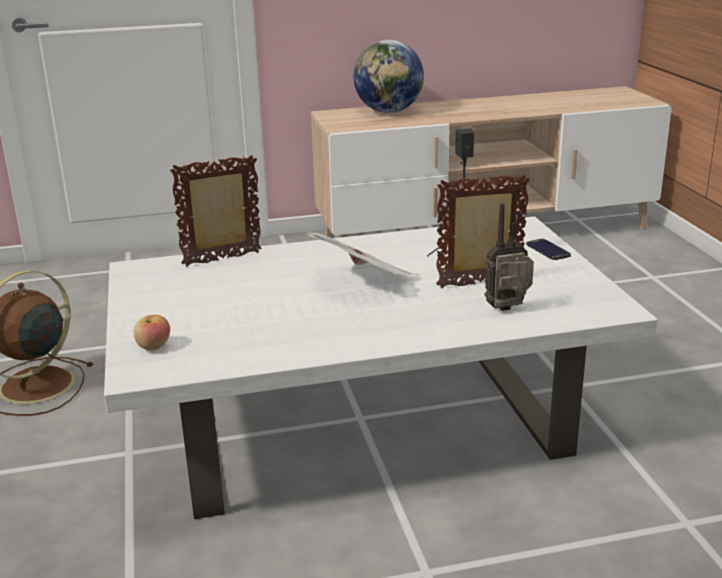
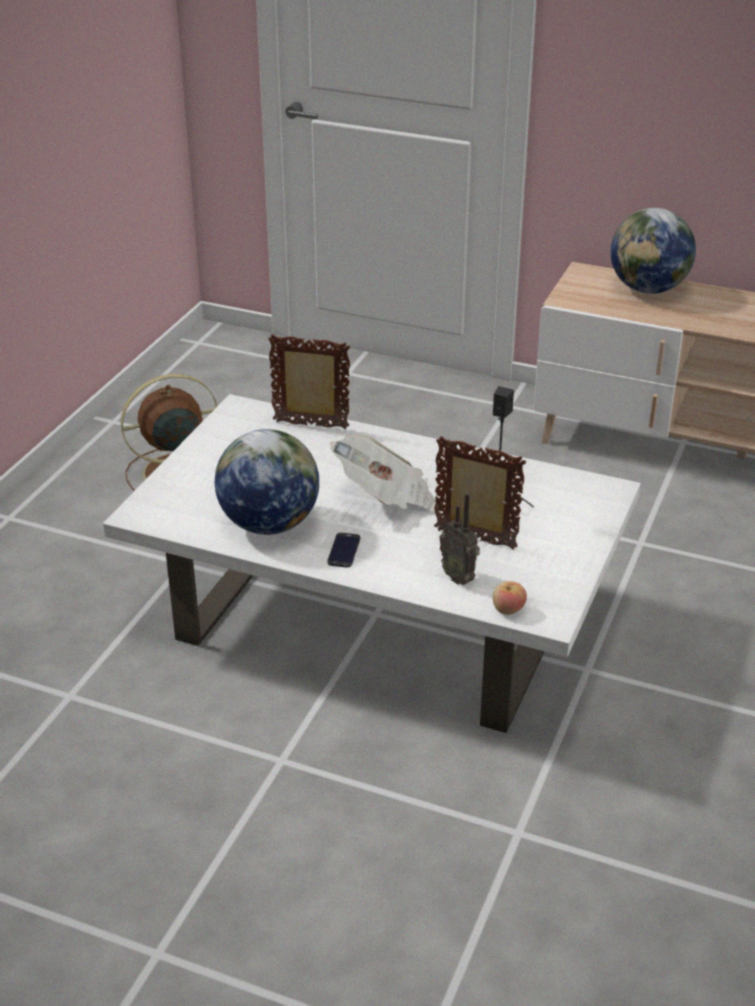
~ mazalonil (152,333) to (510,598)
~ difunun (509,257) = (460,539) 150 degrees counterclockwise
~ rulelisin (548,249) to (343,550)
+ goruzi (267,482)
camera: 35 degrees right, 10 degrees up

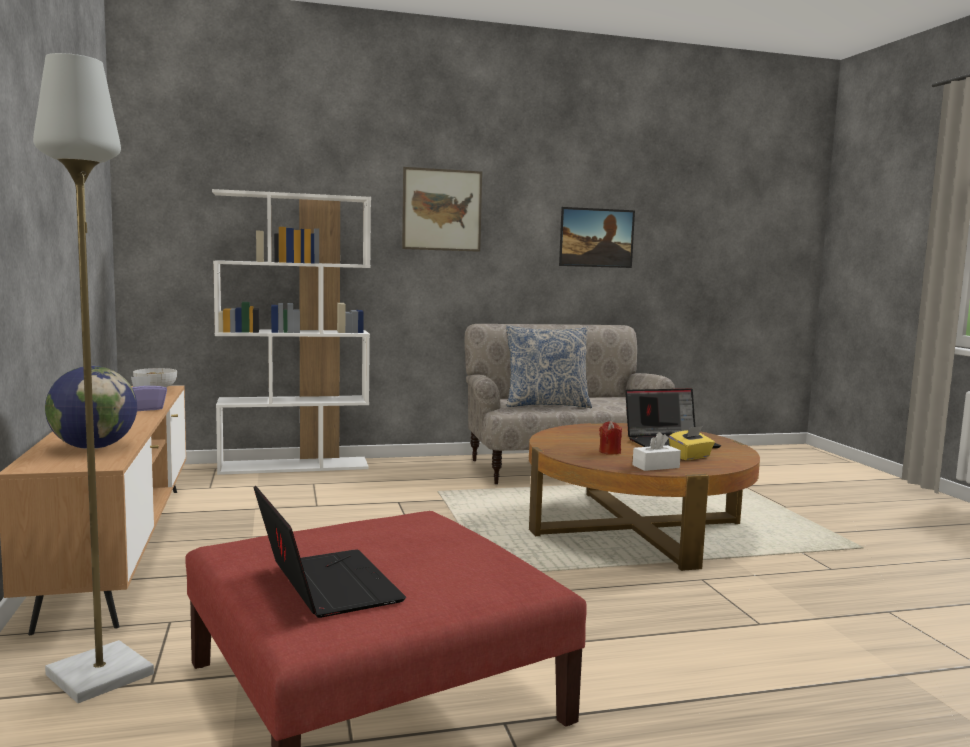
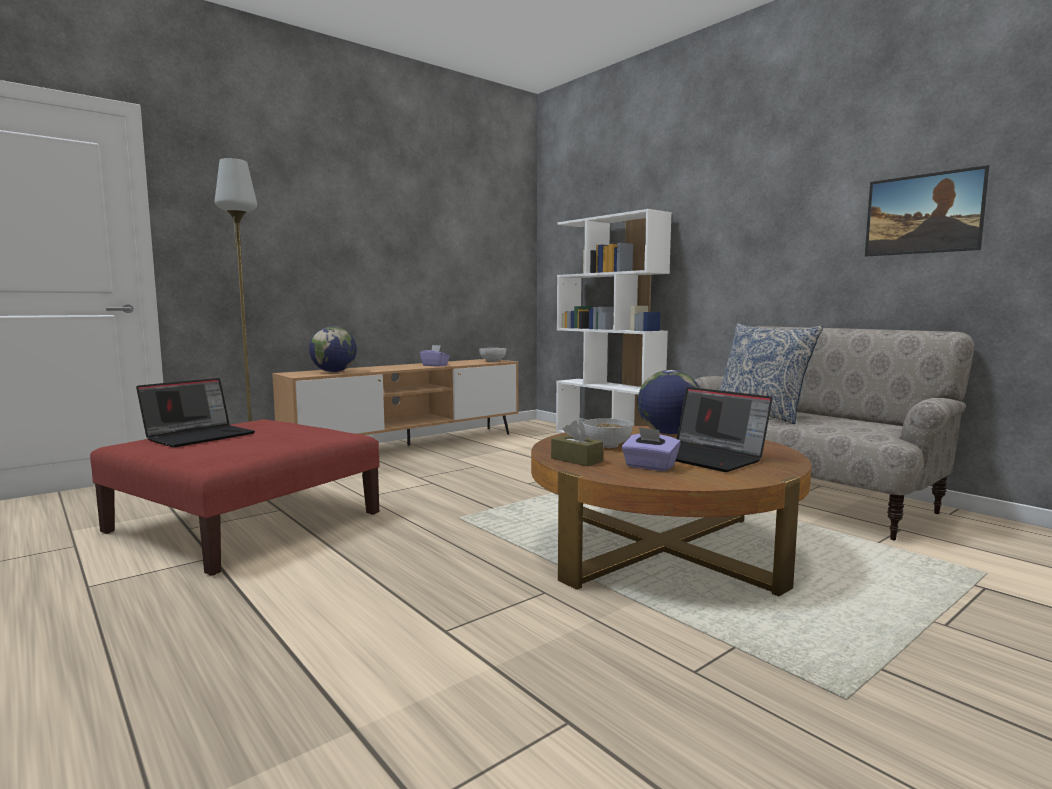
- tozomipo (442,209)
~ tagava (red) (610,438) to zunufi (608,433)
~ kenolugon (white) (657,451) to kenolugon (brown) (577,443)
~ kenolugon (yellow) (692,443) to kenolugon (purple) (651,449)
+ goruzi (668,402)
camera: 65 degrees right, 0 degrees up

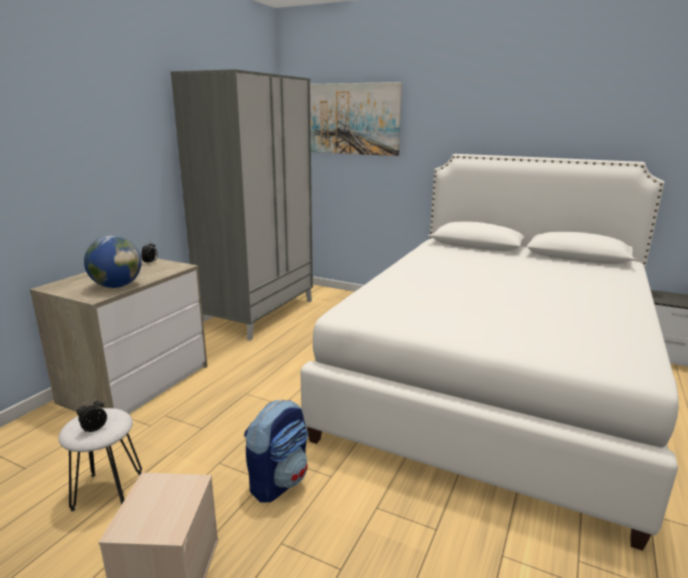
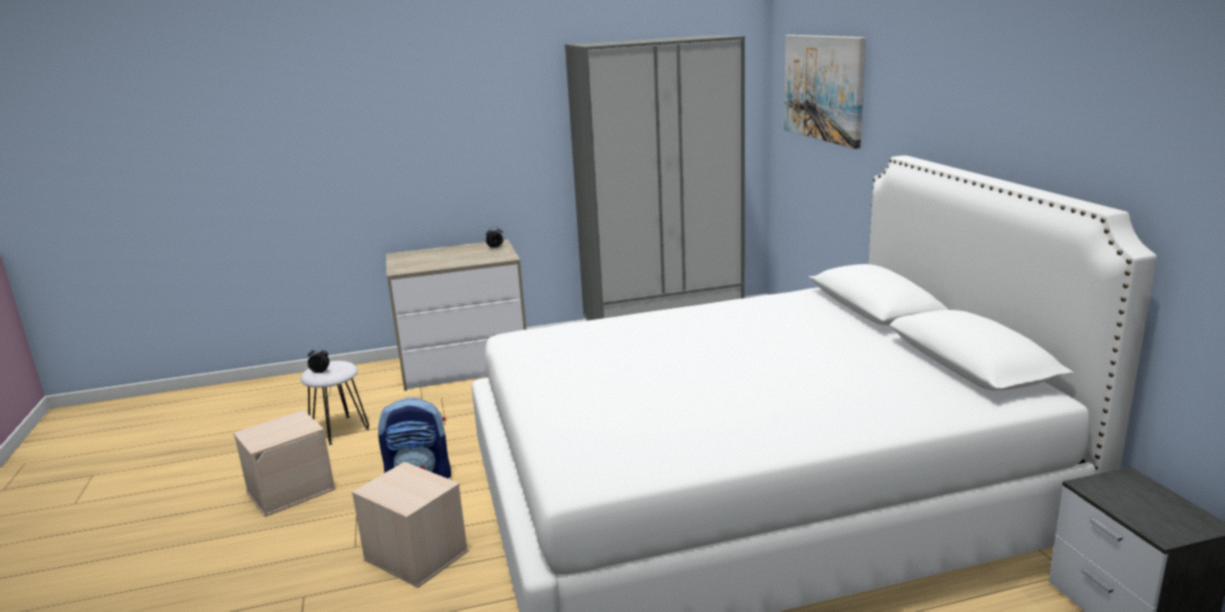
- goruzi (113,262)
+ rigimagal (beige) (410,525)
camera: 50 degrees right, 0 degrees up

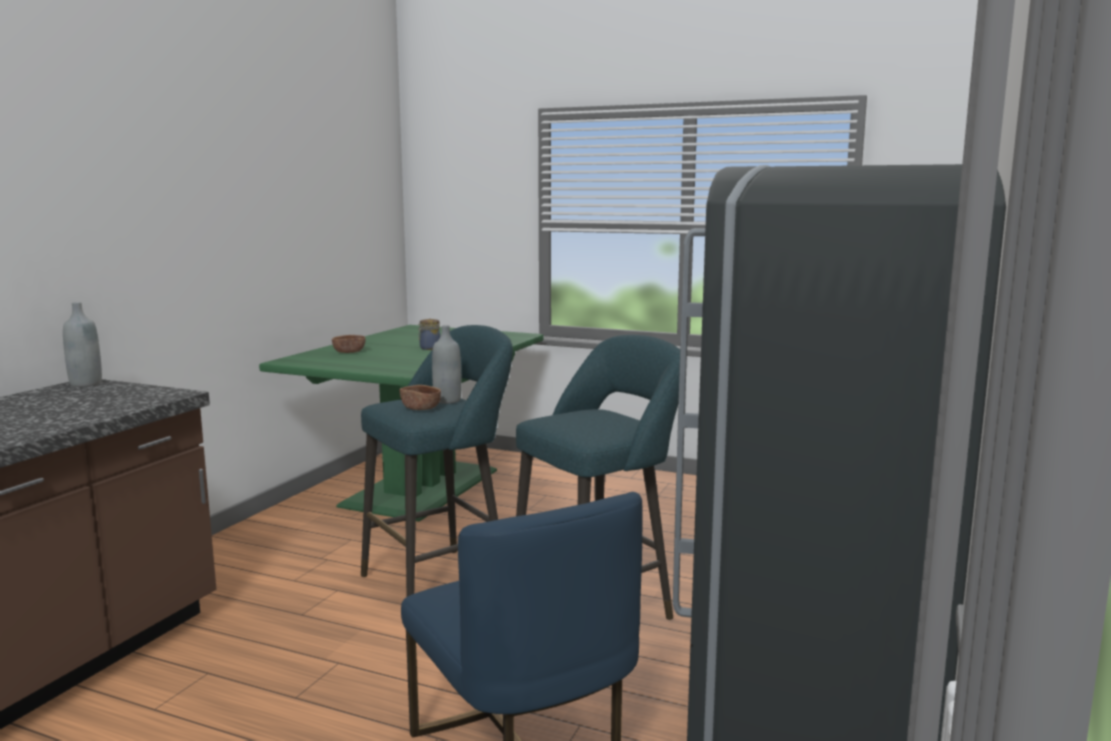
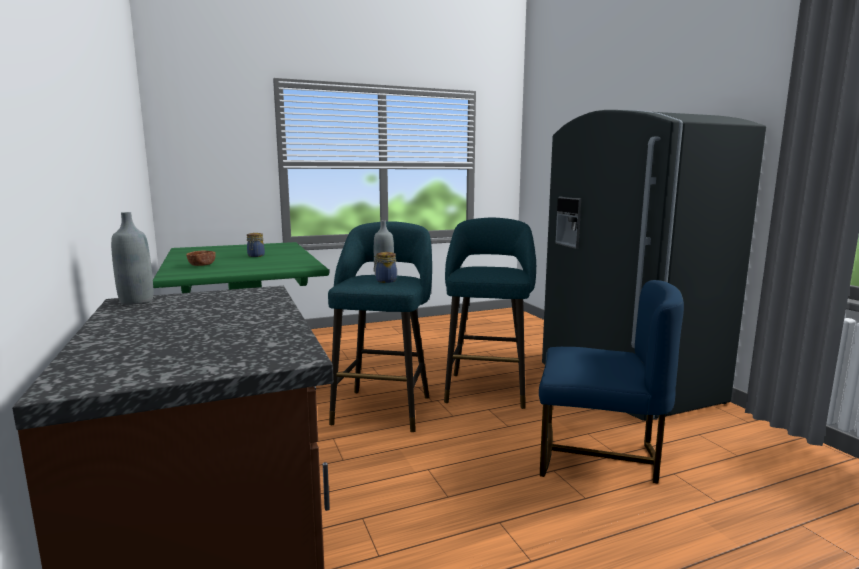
~ zunufi (brown) (420,397) to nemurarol (385,267)
camera: 45 degrees left, 0 degrees up

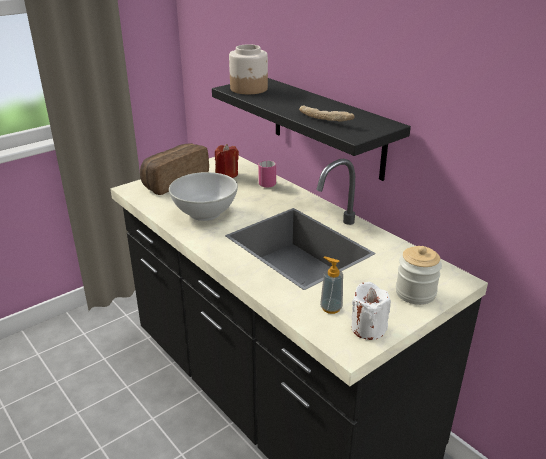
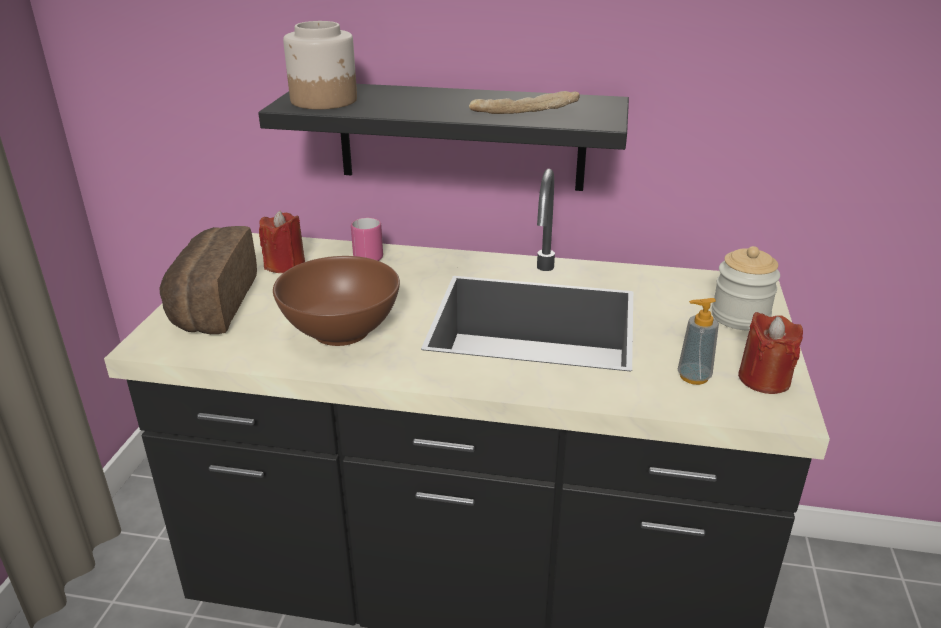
~ zunufi (white) (203,196) to zunufi (brown) (336,301)
~ tagava (white) (371,311) to tagava (red) (770,353)
camera: 40 degrees left, 0 degrees up

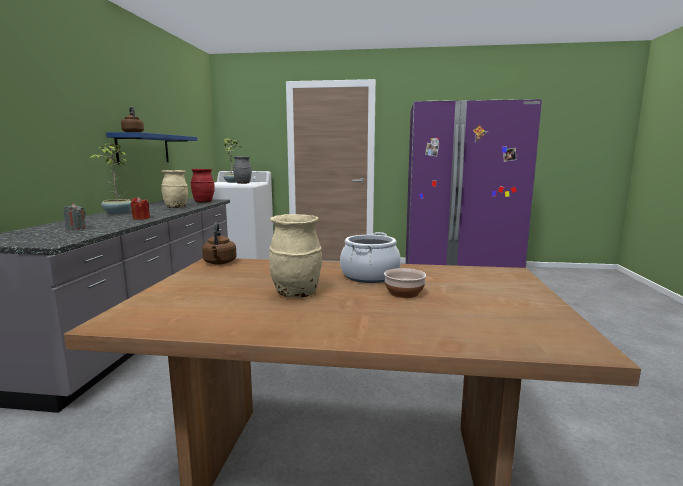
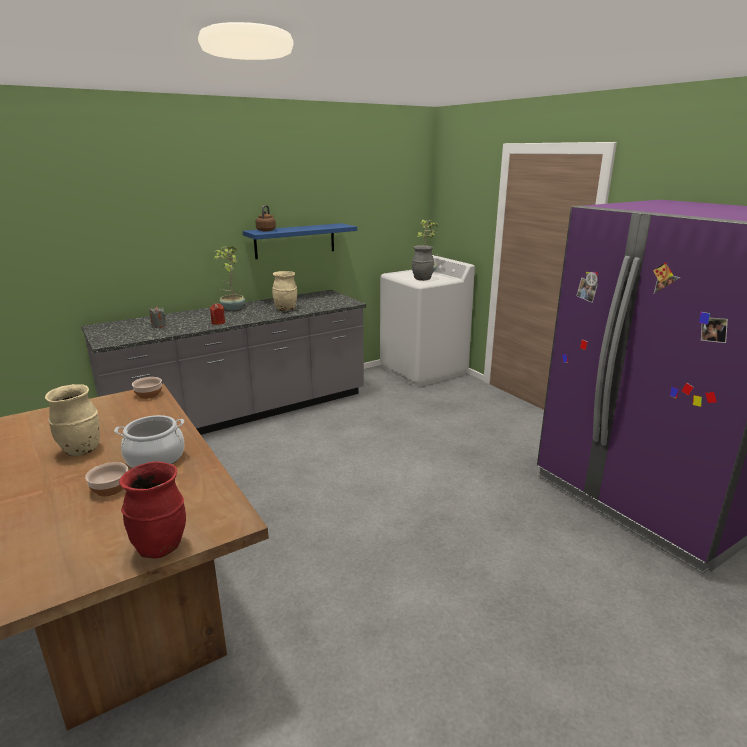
~ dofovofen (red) (202,186) to (152,510)
~ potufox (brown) (219,243) to zunufi (147,388)
camera: 50 degrees right, 10 degrees up

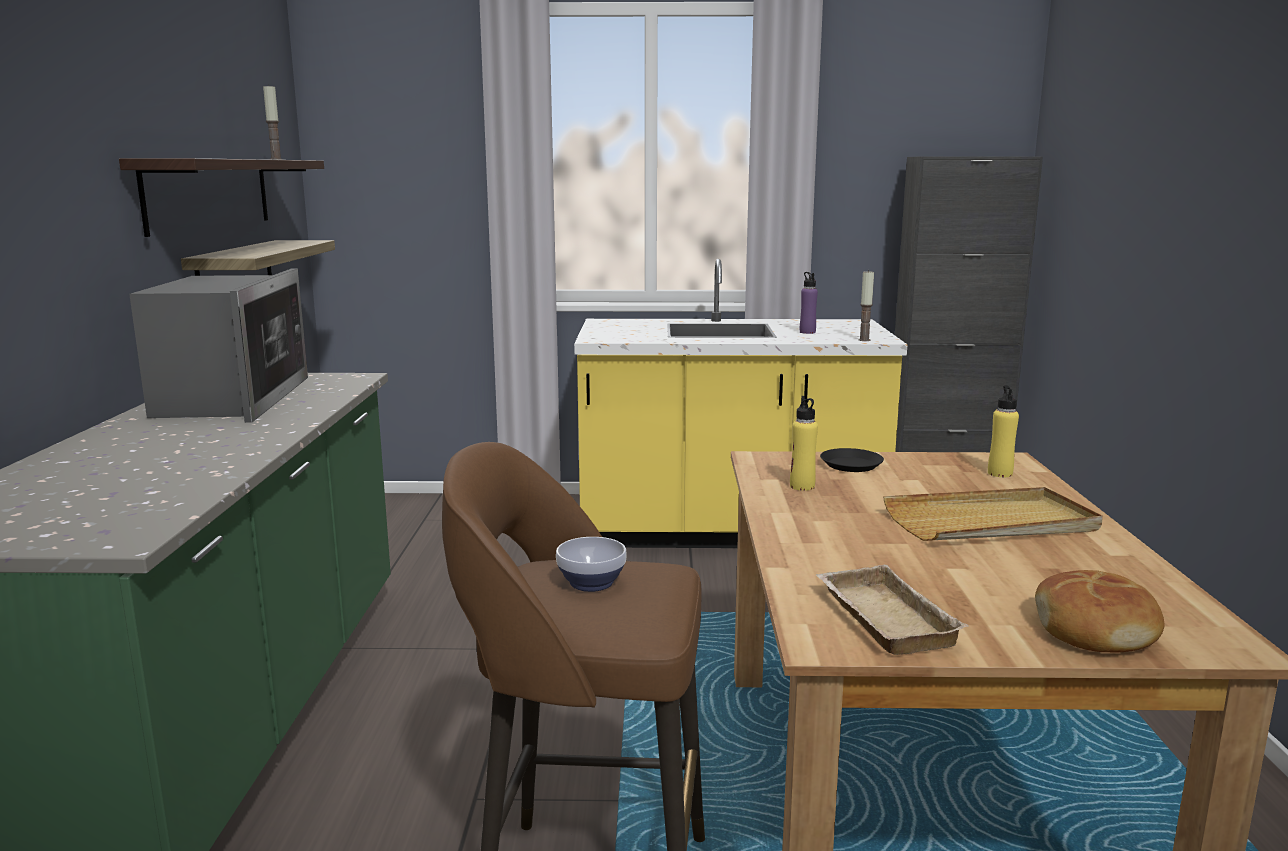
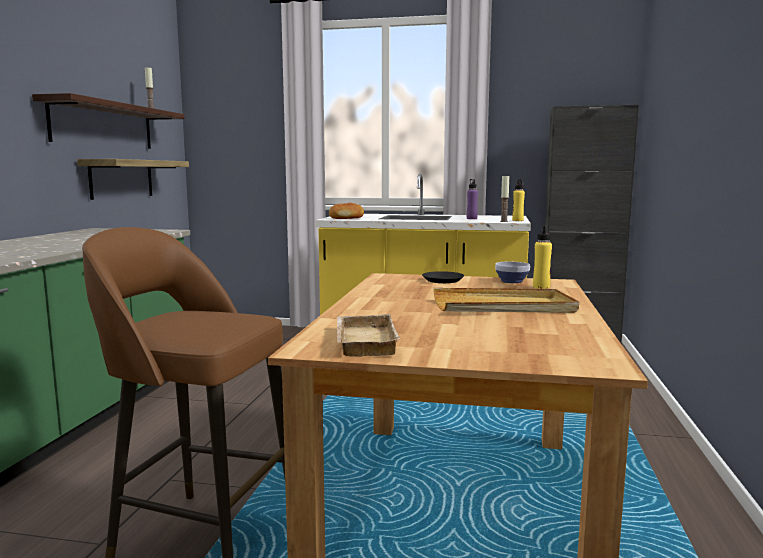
- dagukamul (218,345)
~ zunufi (591,564) to (512,272)
~ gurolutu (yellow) (804,443) to (518,200)
~ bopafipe (1099,611) to (346,211)
camera: 10 degrees right, 5 degrees down

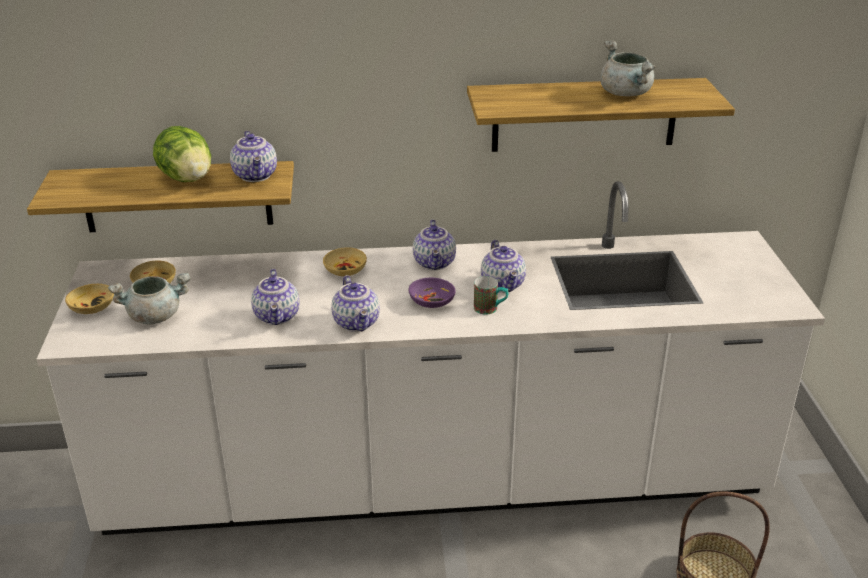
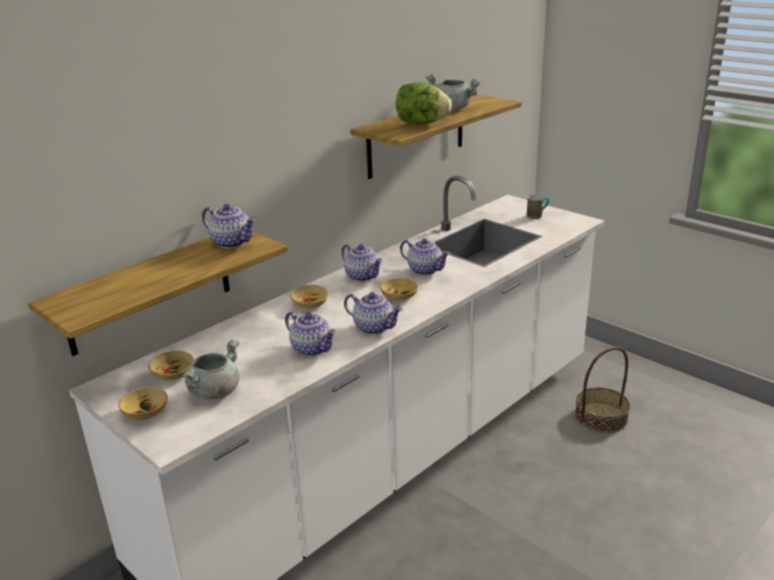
~ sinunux (182,154) to (424,103)
~ zunufi (purple) (432,293) to zunufi (beige) (399,289)
~ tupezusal (491,295) to (538,207)
camera: 40 degrees left, 5 degrees down

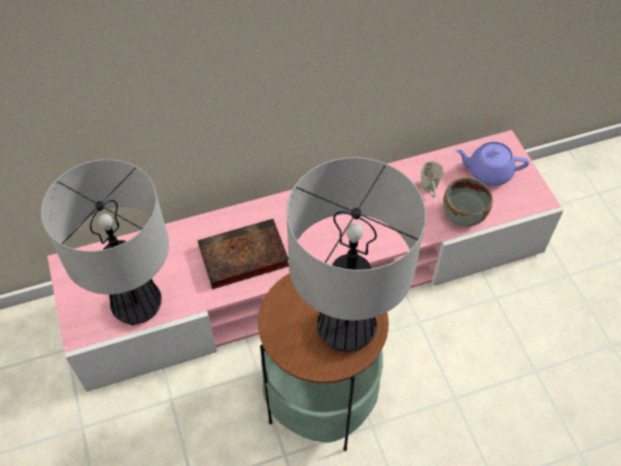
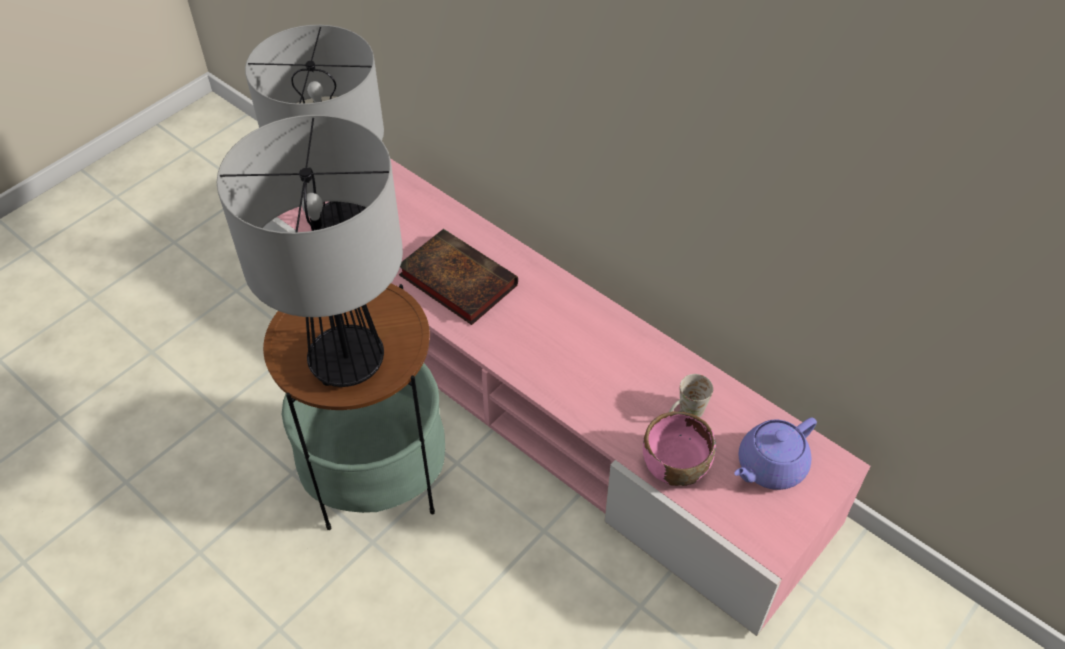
~ zunufi (grey) (468,202) to zunufi (pink) (679,449)
~ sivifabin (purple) (492,164) = (775,454) 105 degrees counterclockwise
camera: 60 degrees right, 5 degrees down

